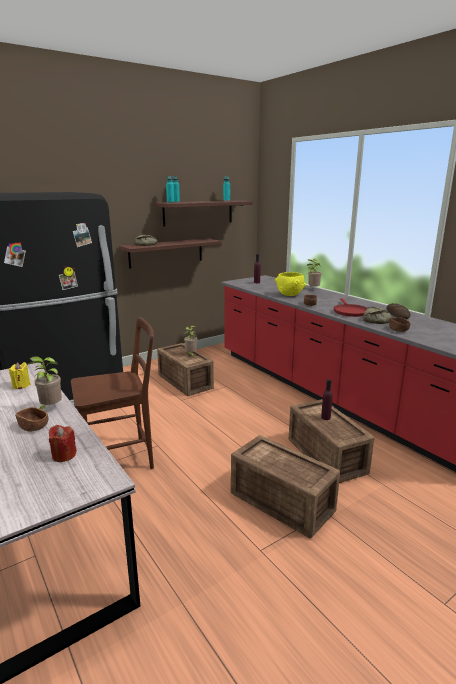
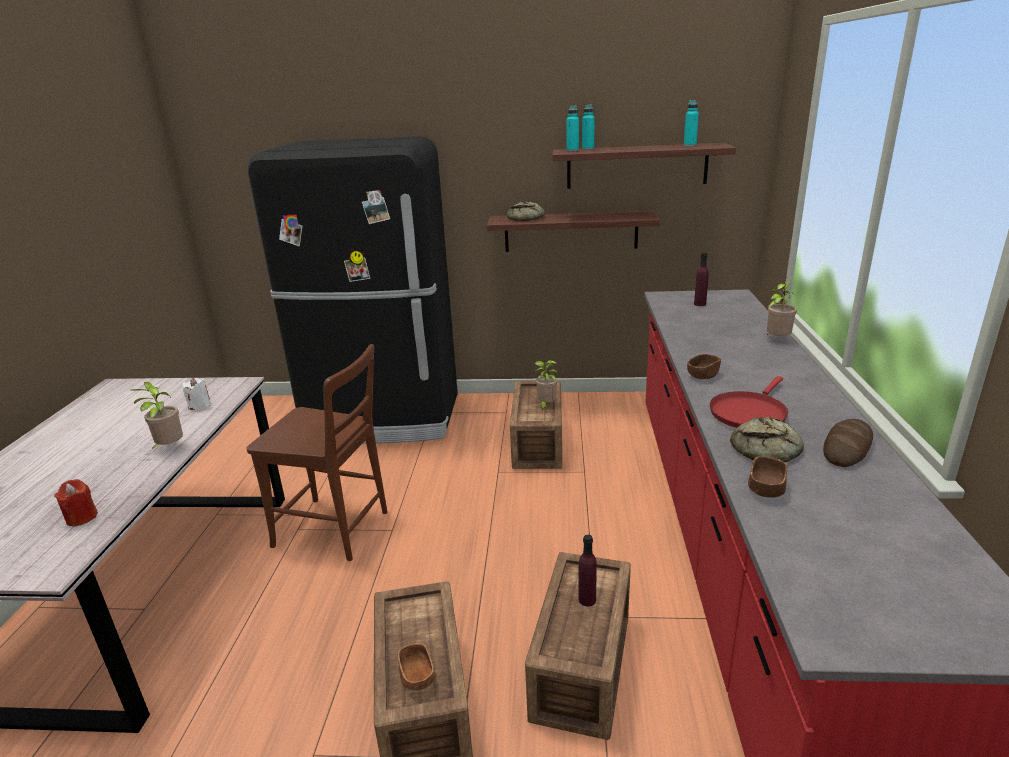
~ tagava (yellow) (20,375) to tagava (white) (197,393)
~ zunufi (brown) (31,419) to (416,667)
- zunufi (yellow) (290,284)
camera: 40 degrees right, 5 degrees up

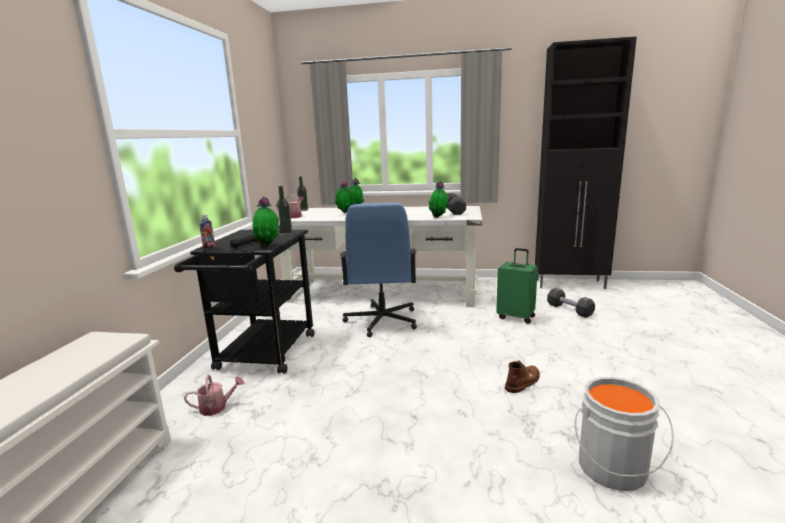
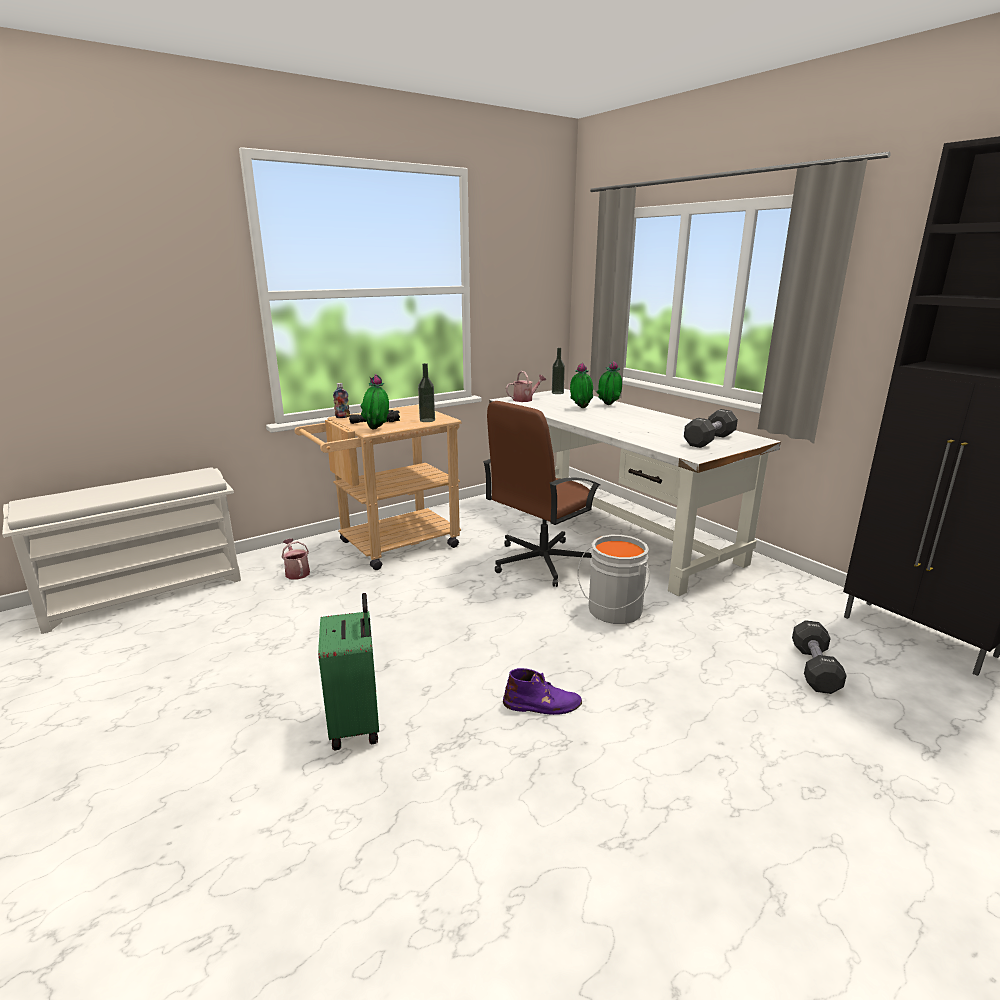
~ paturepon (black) (244,302) to paturepon (beige) (378,487)
~ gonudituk (214,395) = (295,559) 150 degrees counterclockwise
~ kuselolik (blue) (378,270) to kuselolik (brown) (542,494)
- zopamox (438,199)
~ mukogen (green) (517,286) to (348,671)
~ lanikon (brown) (522,376) to lanikon (purple) (542,691)
~ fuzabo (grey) (624,434) to (613,579)
camera: 45 degrees right, 5 degrees up

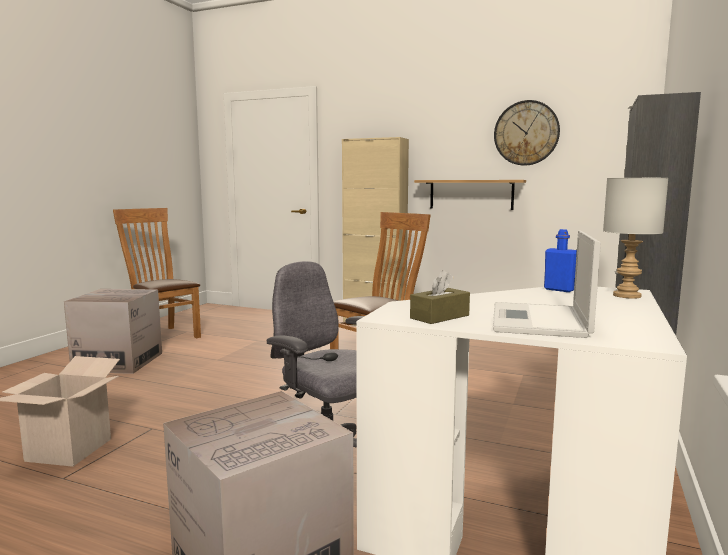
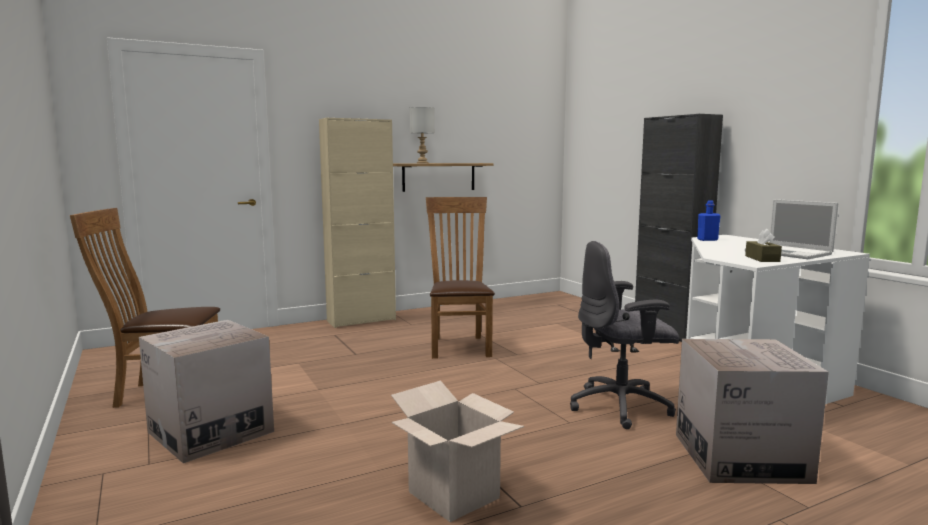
- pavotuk (527,133)
~ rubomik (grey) (635,238) to (422,135)
camera: 50 degrees left, 0 degrees up

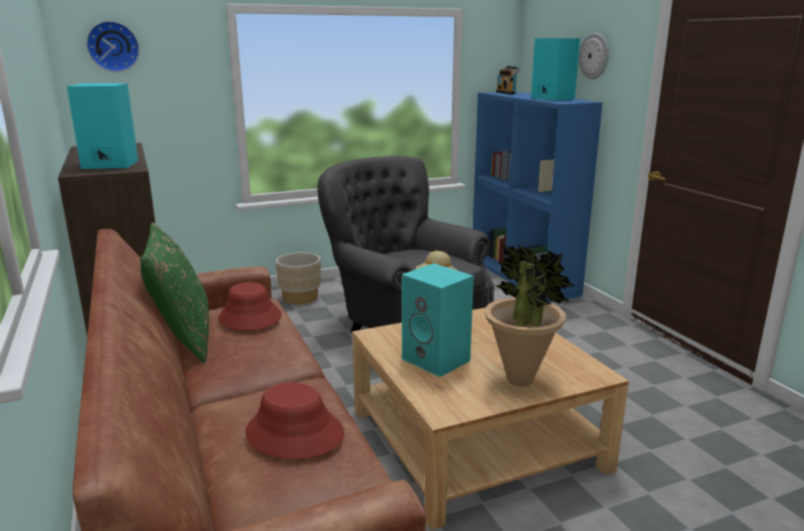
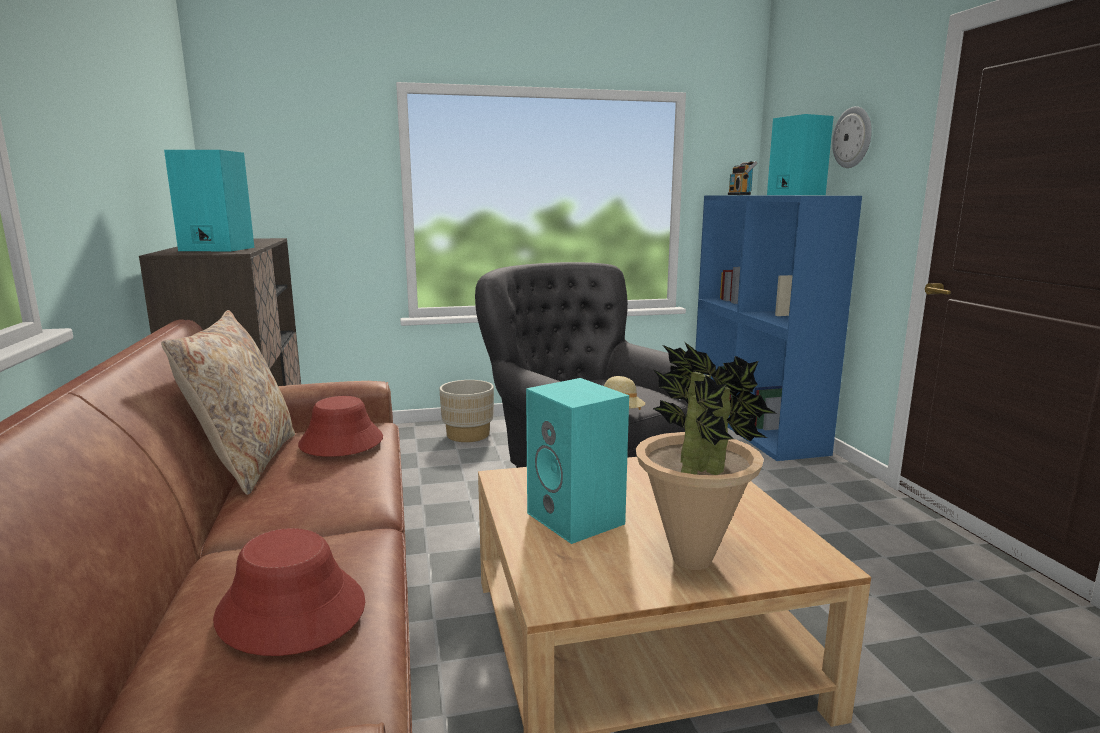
- pavotuk (112,46)
~ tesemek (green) (174,292) to tesemek (beige) (228,402)
camera: 10 degrees right, 5 degrees down

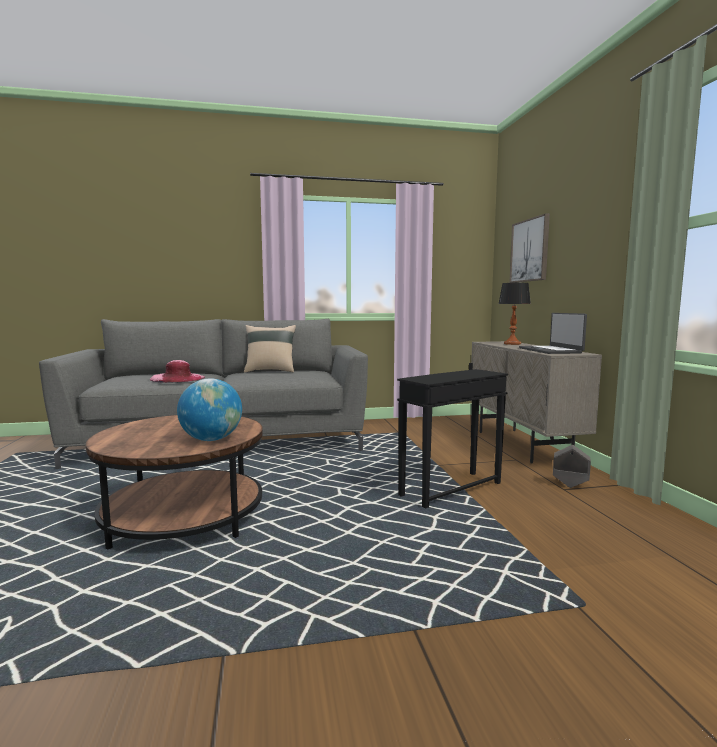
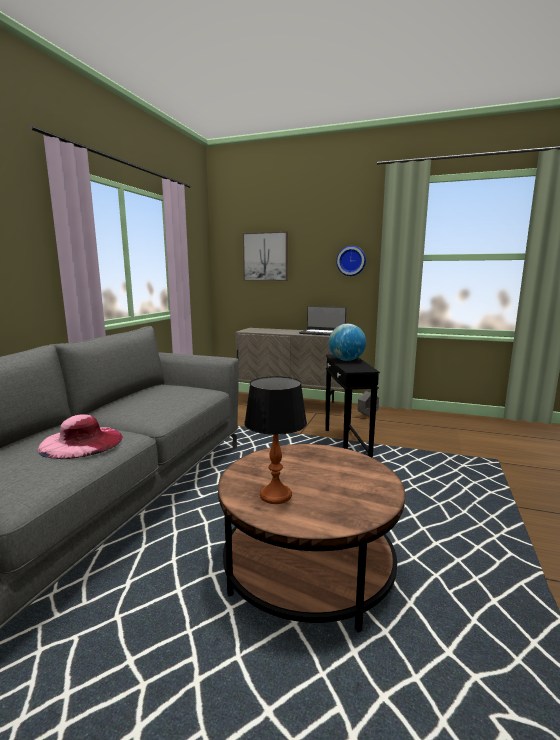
~ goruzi (209,409) to (347,342)
- tesemek (beige) (270,349)
~ rubomik (515,314) to (275,440)
+ pavotuk (351,261)
camera: 60 degrees left, 5 degrees up

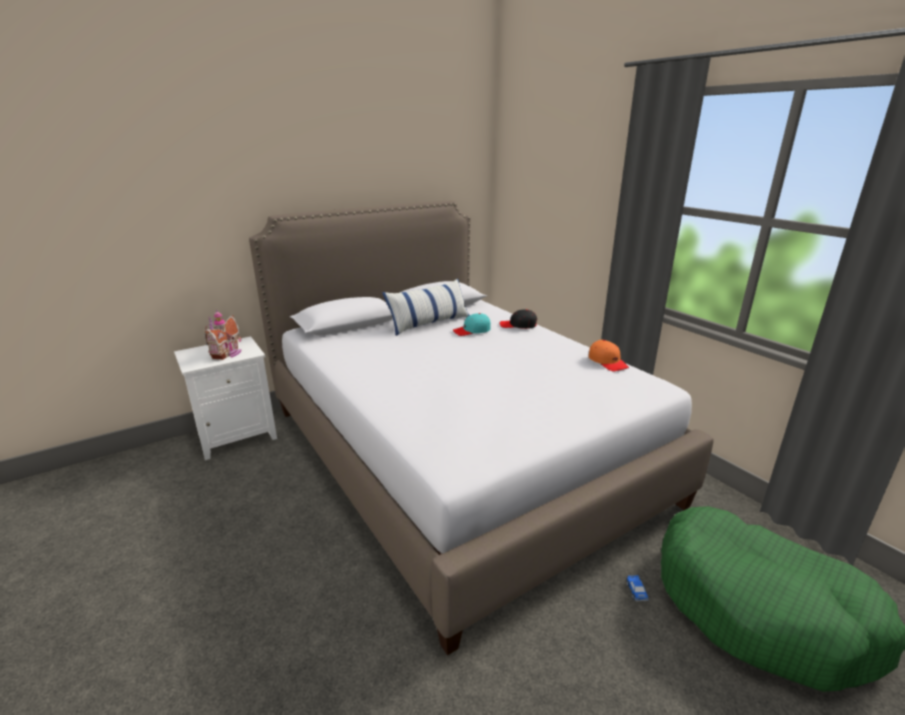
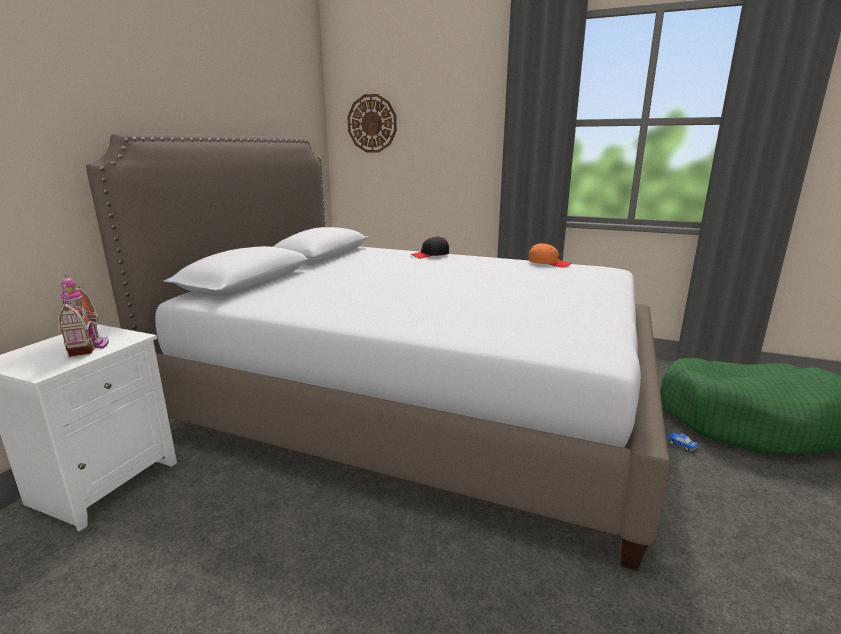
- tesemek (426,307)
- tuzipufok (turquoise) (472,324)
+ pavotuk (372,123)
camera: 35 degrees left, 5 degrees down

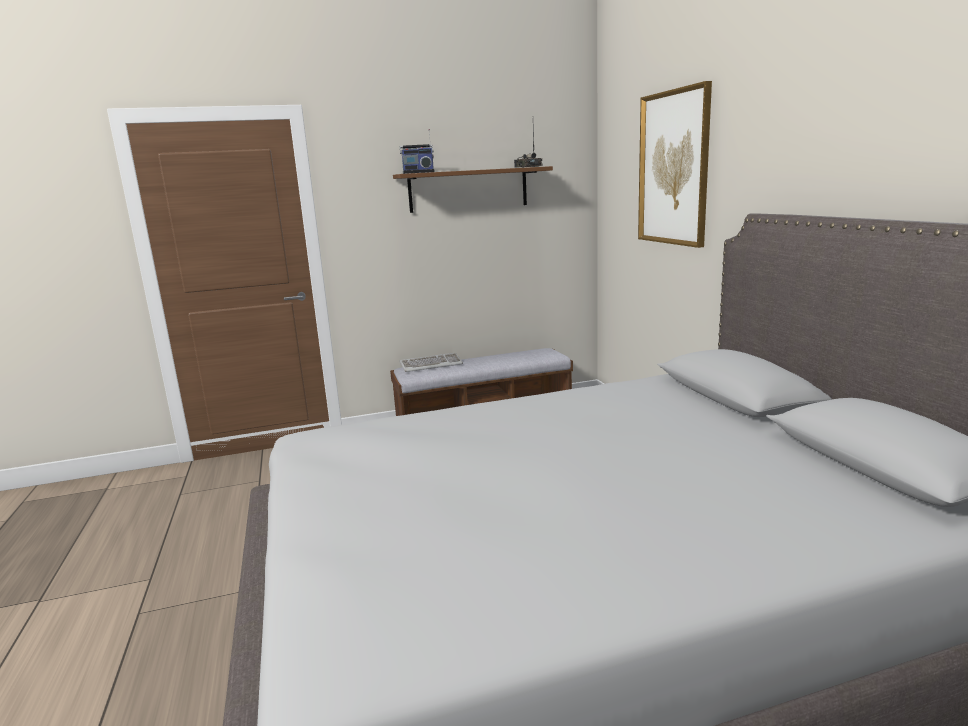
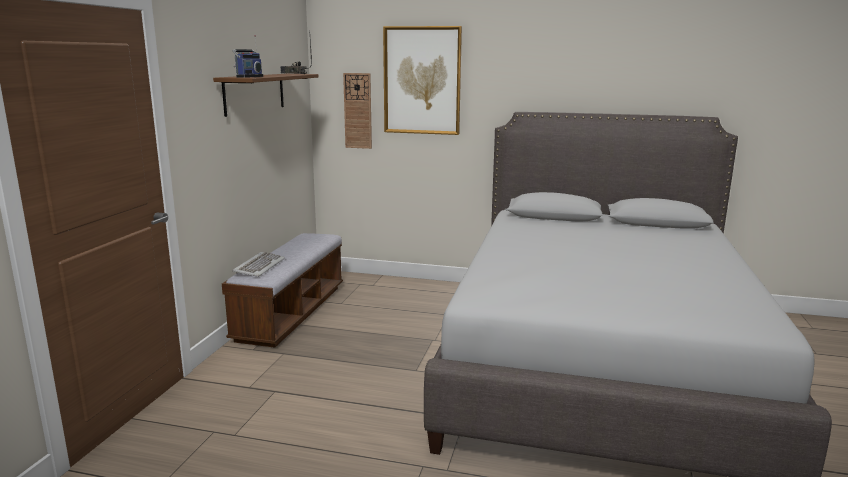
+ pavotuk (357,111)
camera: 60 degrees left, 0 degrees up

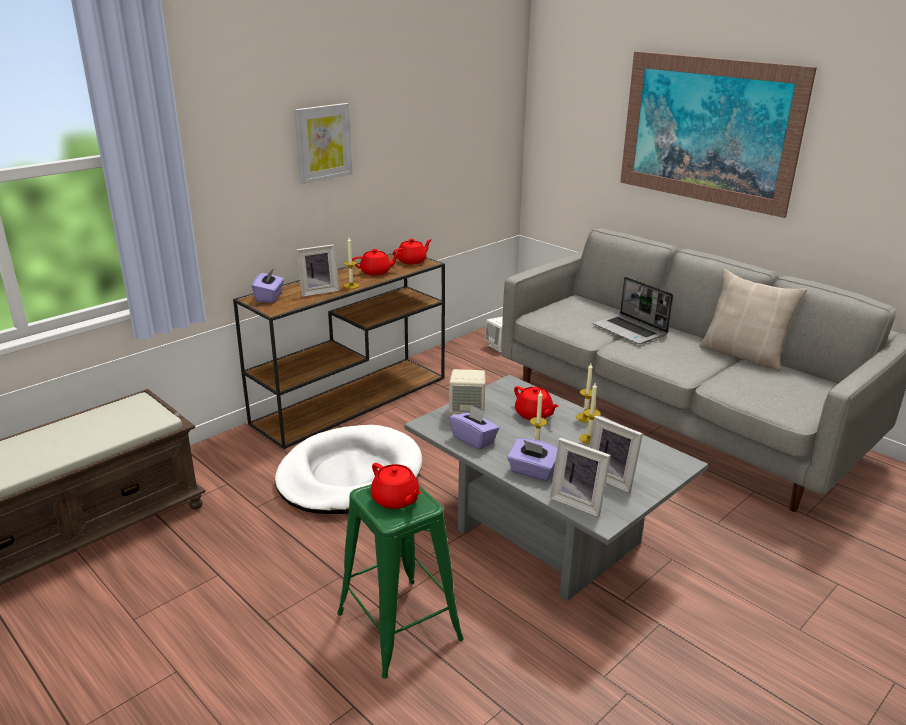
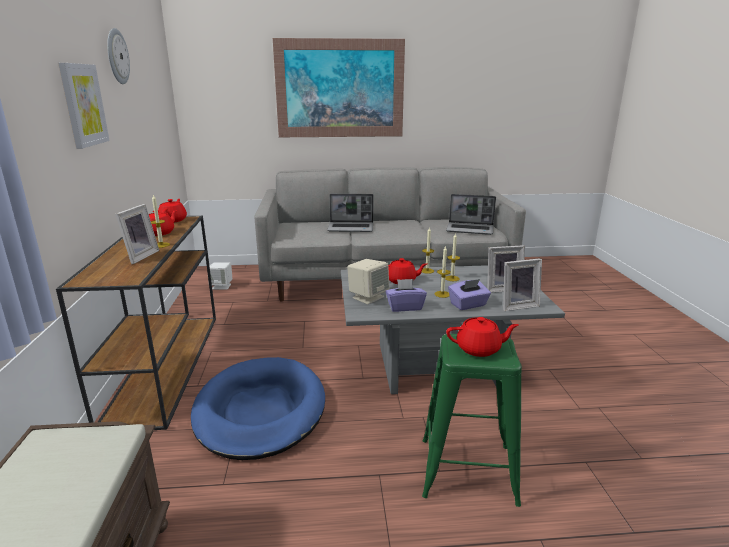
- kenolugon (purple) (268,286)
~ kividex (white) (348,469) to kividex (blue) (258,408)
- tesemek (beige) (753,320)
+ pavotuk (118,56)
+ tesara (471,214)
camera: 50 degrees left, 5 degrees down

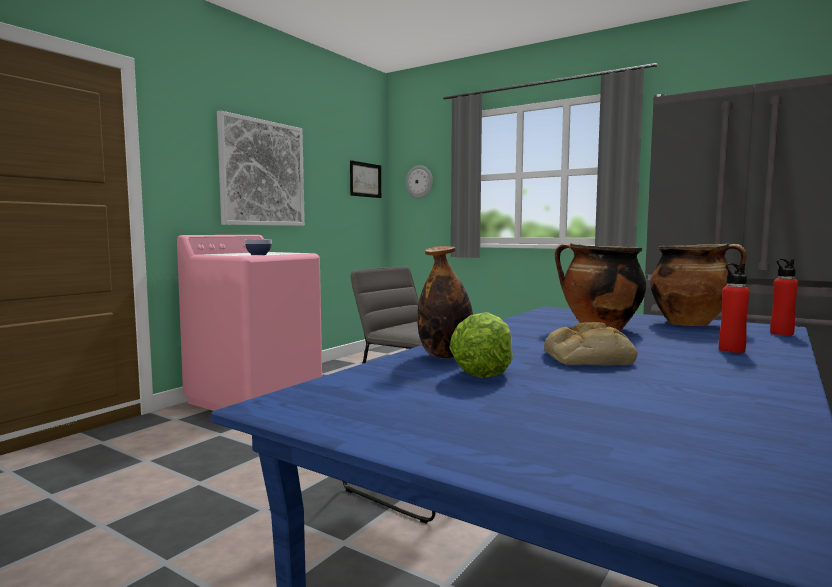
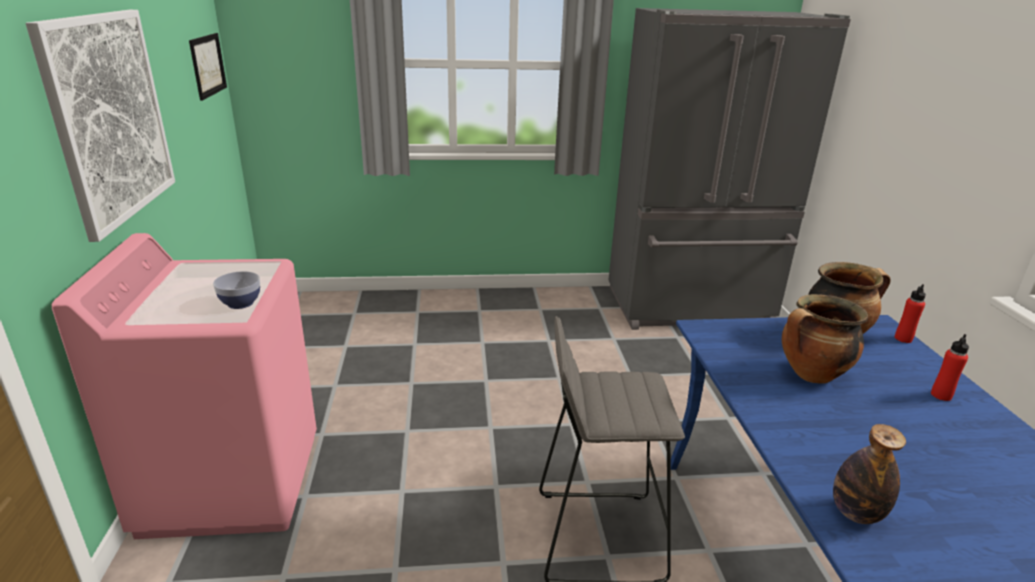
- pavotuk (419,181)
- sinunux (481,345)
- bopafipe (591,344)
camera: 40 degrees left, 20 degrees up

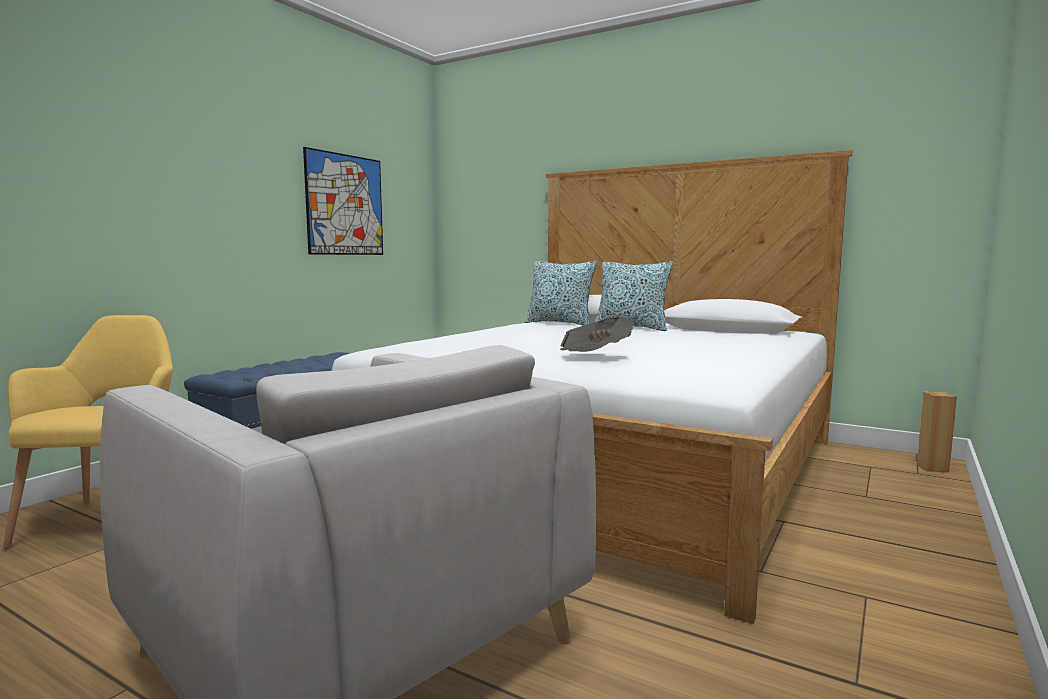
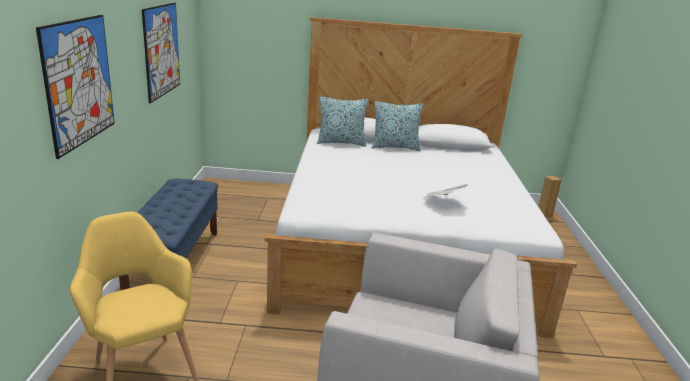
+ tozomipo (75,87)
camera: 30 degrees left, 15 degrees up

